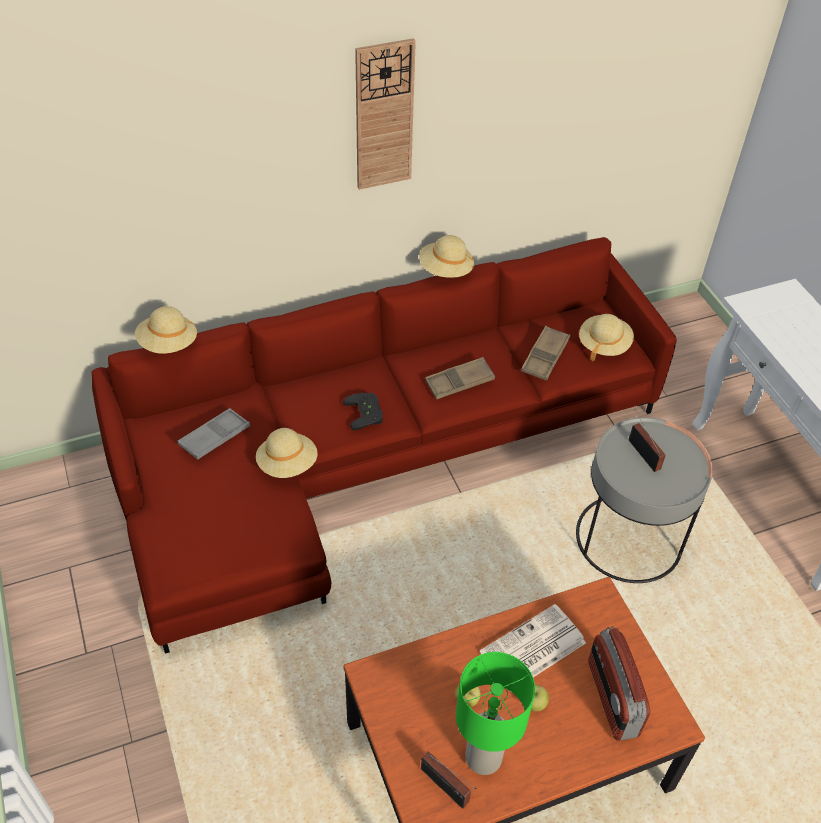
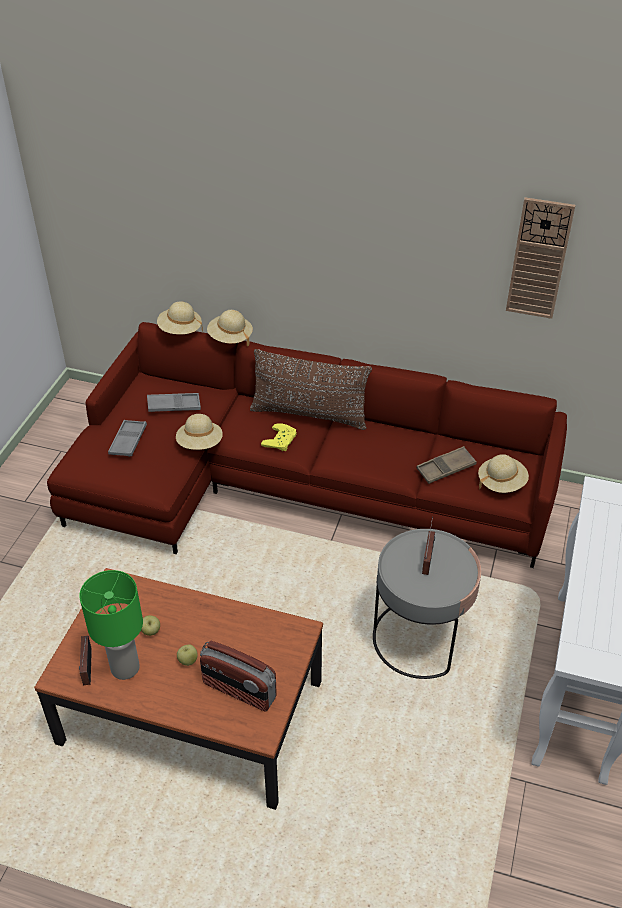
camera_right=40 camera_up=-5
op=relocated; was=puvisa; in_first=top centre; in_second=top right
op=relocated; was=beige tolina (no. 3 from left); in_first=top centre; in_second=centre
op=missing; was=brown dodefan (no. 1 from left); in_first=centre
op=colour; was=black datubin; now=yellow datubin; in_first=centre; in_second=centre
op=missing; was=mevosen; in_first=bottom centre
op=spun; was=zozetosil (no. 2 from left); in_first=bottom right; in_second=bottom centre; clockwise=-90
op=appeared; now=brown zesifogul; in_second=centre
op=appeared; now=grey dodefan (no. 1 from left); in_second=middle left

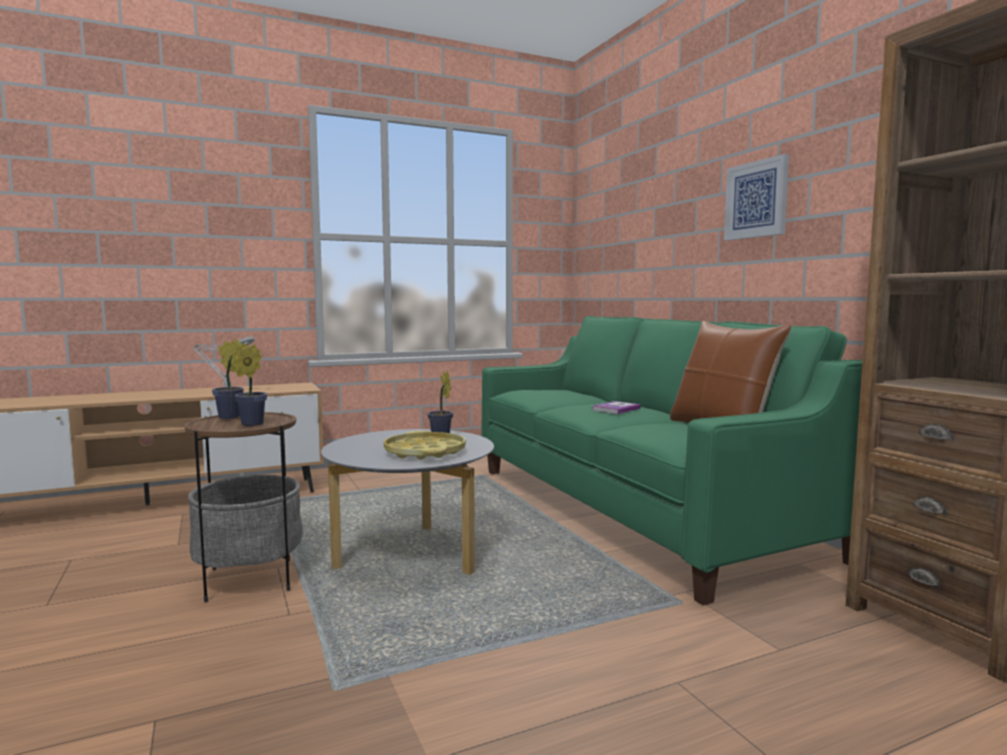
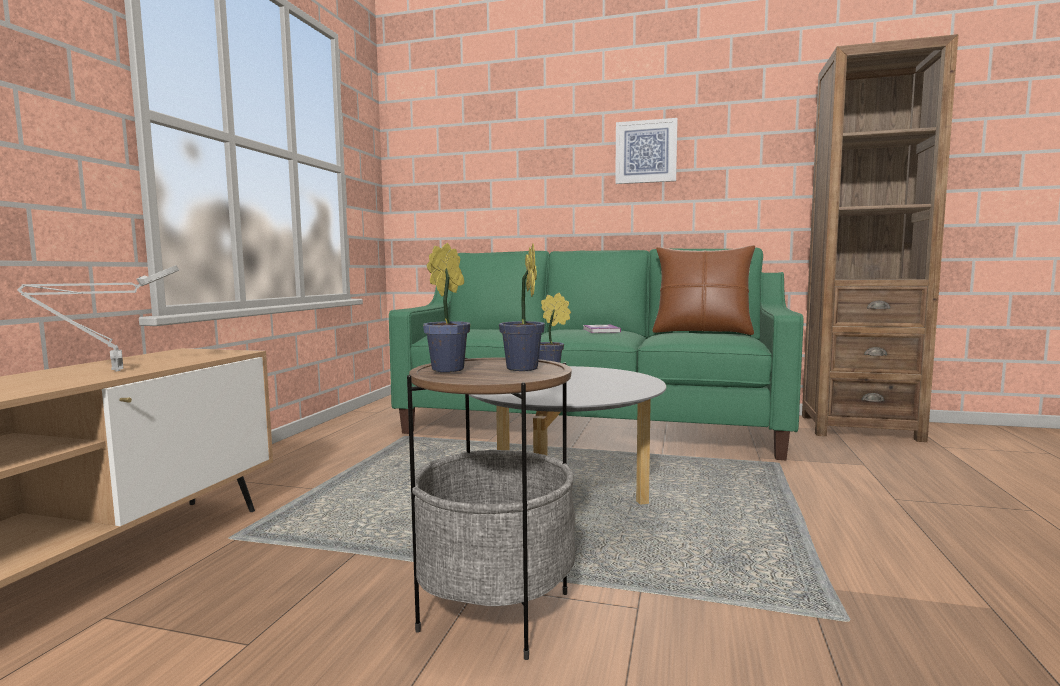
camera_right=-50 camera_up=0
op=missing; was=yellow dodefan; in_first=centre

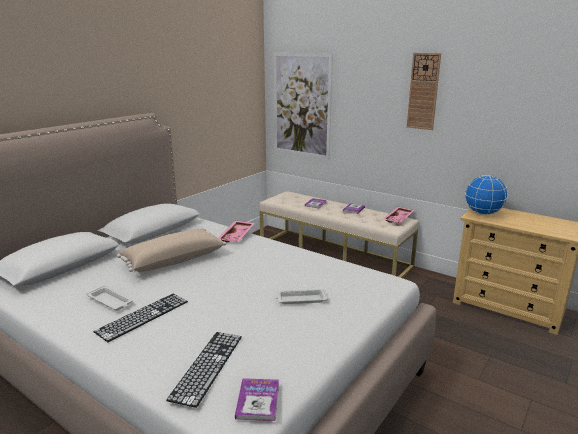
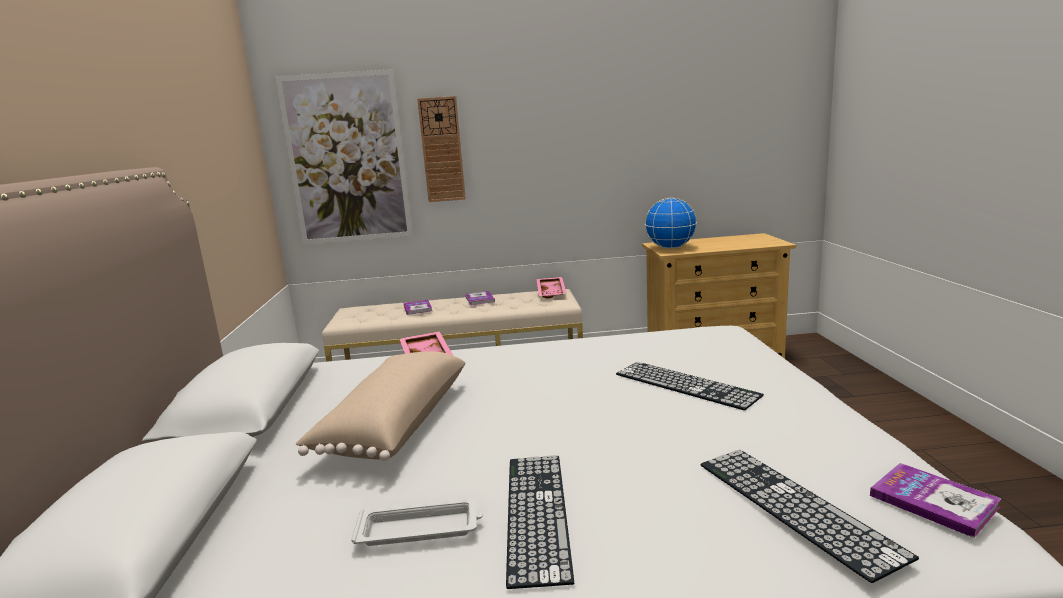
camera_right=-40 camera_up=-5
op=relocated; was=puvisa; in_first=top right; in_second=top centre
op=exchanged; was=white dodefan (no. 2 from left); now=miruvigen (no. 2 from left); in_first=bottom centre; in_second=centre

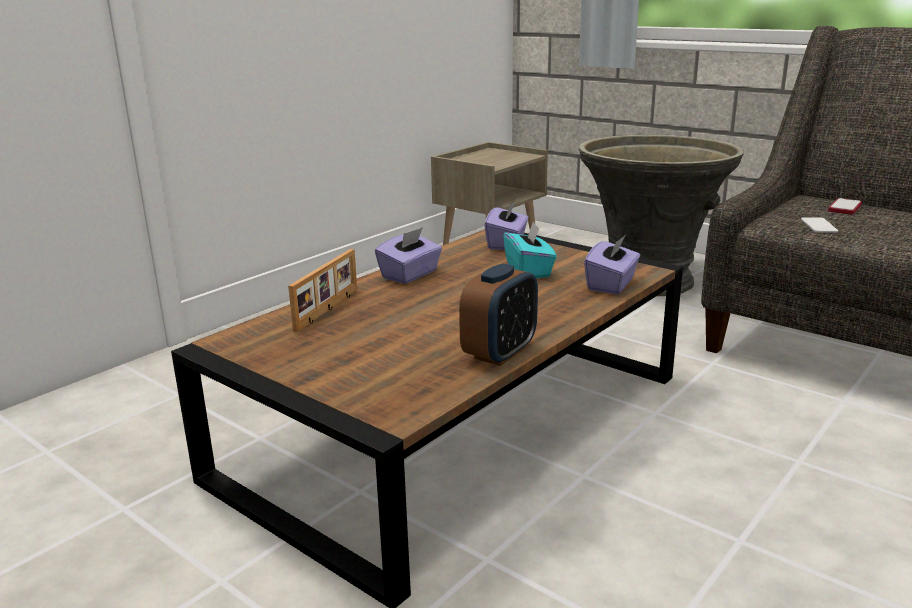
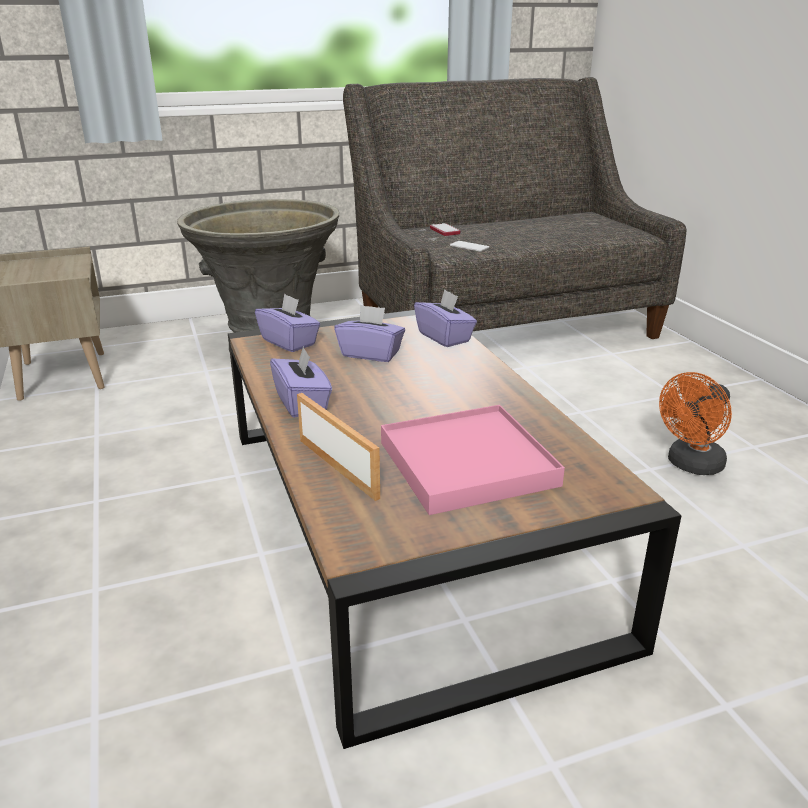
camera_right=-60 camera_up=5
op=colour; was=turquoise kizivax; now=purple kizivax (no. 3 from left); in_first=centre; in_second=centre
op=missing; was=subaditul; in_first=centre
op=appeared; now=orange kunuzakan; in_second=middle right
op=appeared; now=pink dodefan; in_second=centre

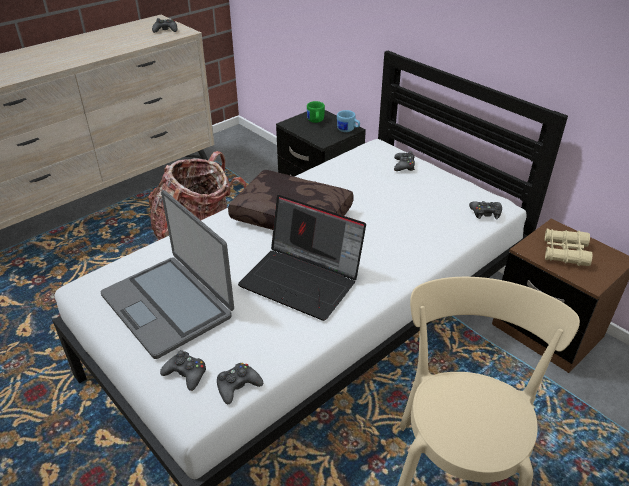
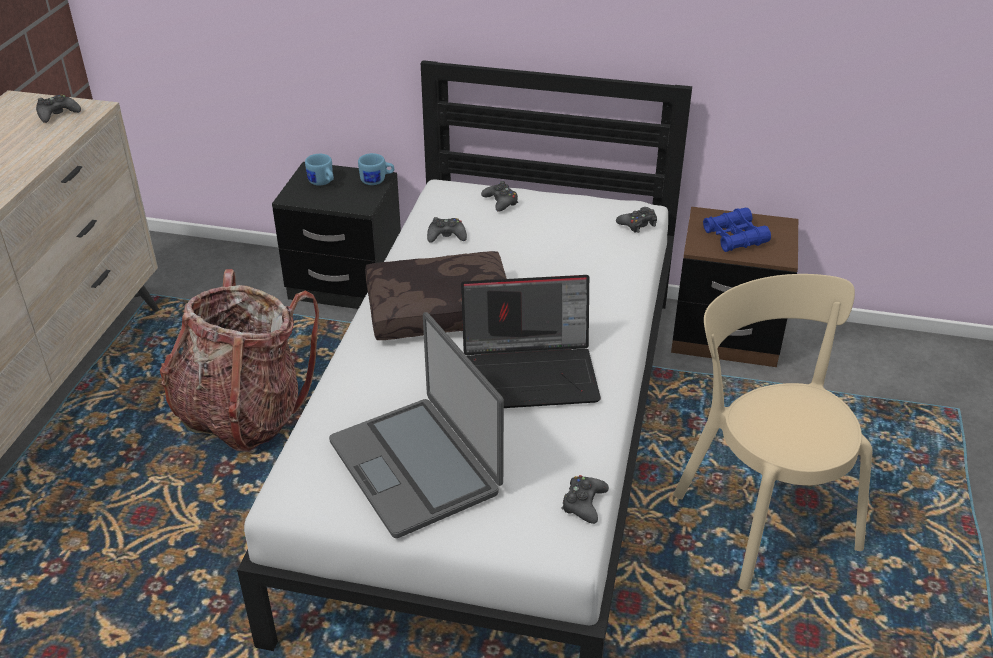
camera_right=-35 camera_up=0
op=colour; was=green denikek; now=blue denikek (no. 1 from left); in_first=top centre; in_second=top left
op=spun; was=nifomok (no. 1 from left); in_first=middle left; in_second=centre; clockwise=45
op=colour; was=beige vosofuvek; now=blue vosofuvek; in_first=middle right; in_second=middle right
op=relocated; was=black datubin (no. 2 from left); in_first=bottom left; in_second=centre

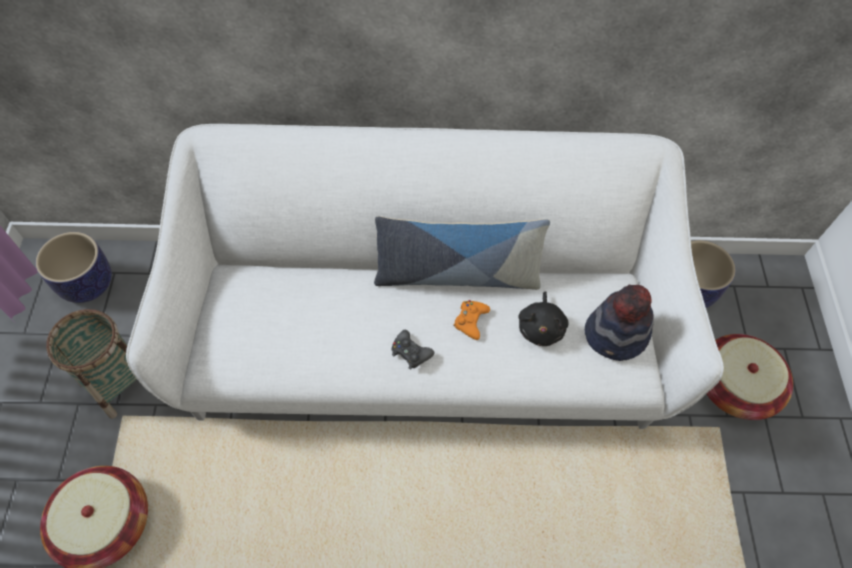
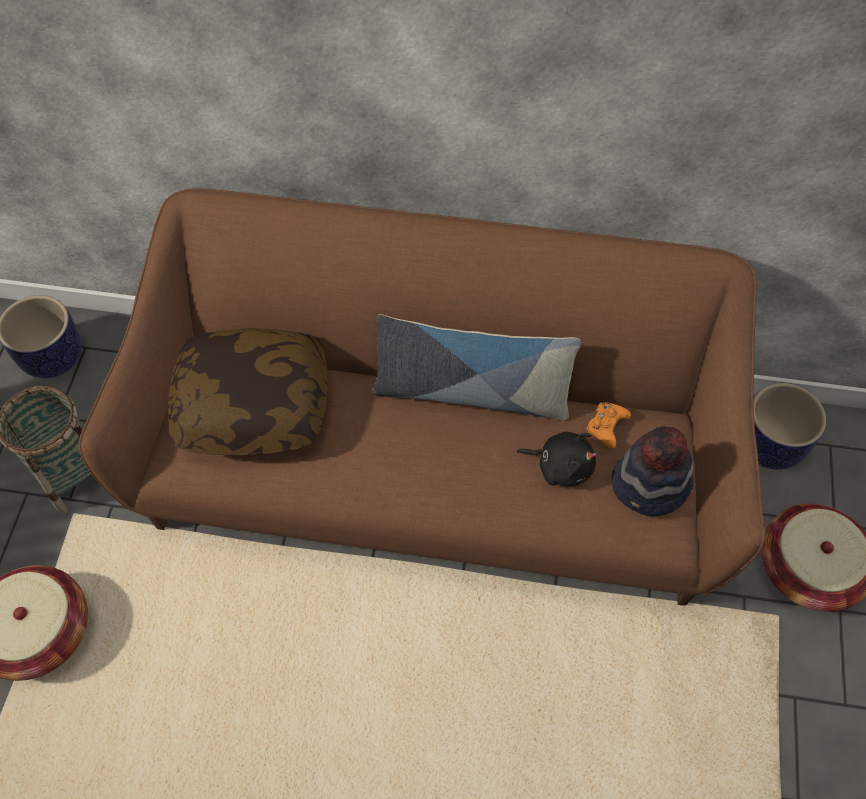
camera_right=10 camera_up=0
op=colour; was=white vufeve; now=brown vufeve; in_first=centre; in_second=centre
op=spun; was=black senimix; in_first=centre; in_second=centre; clockwise=-90
op=relocated; was=orange datubin; in_first=centre; in_second=middle right
op=missing; was=black datubin; in_first=centre
op=appeared; now=zesifogul (no. 1 from left); in_second=middle left

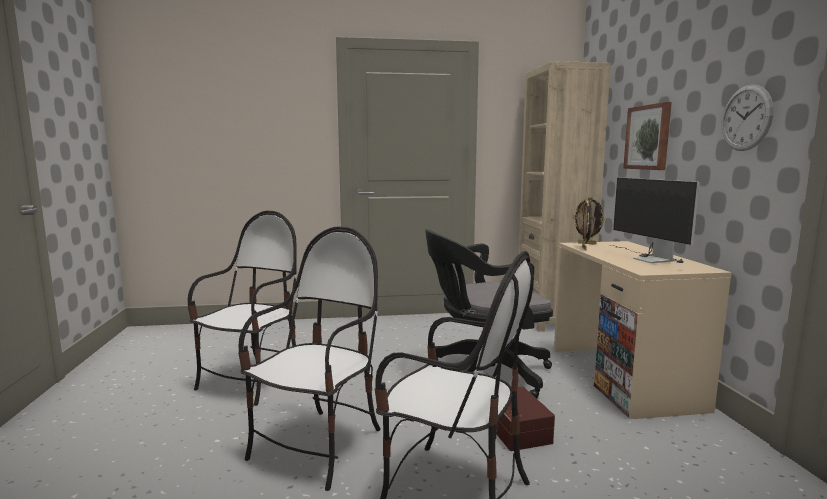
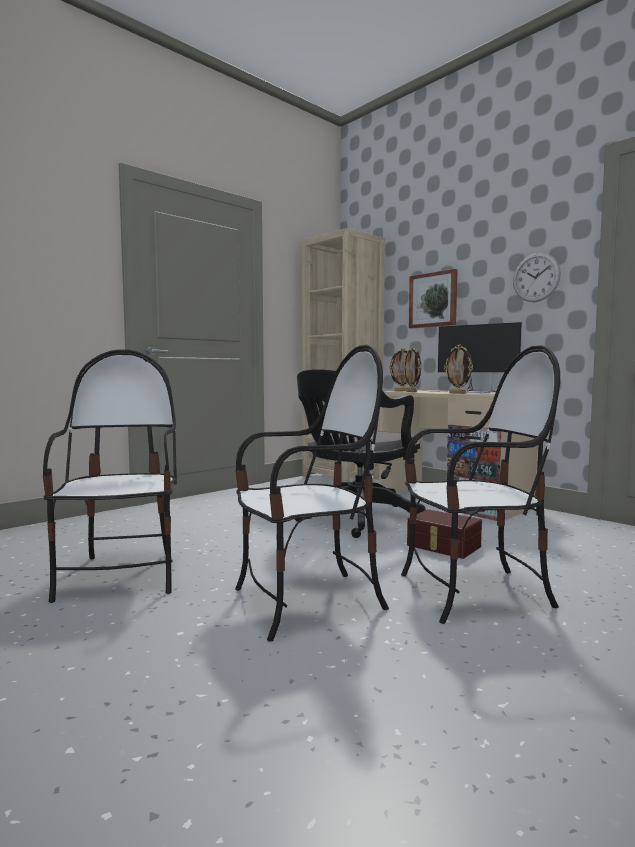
camera_right=-35 camera_up=-5
op=spun; was=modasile (no. 2 from left); in_first=bottom centre; in_second=centre; clockwise=75
op=appeared; now=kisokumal (no. 3 from left); in_second=middle right

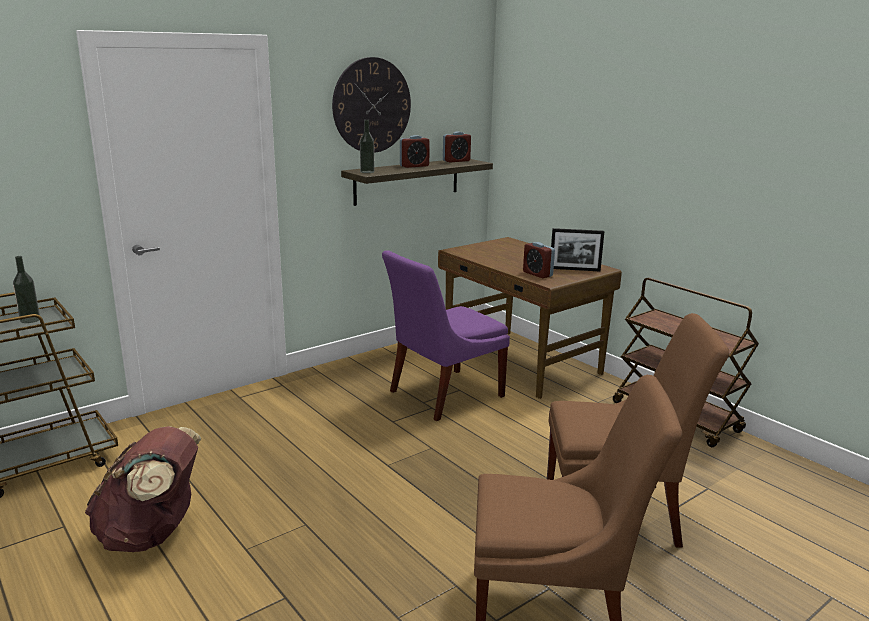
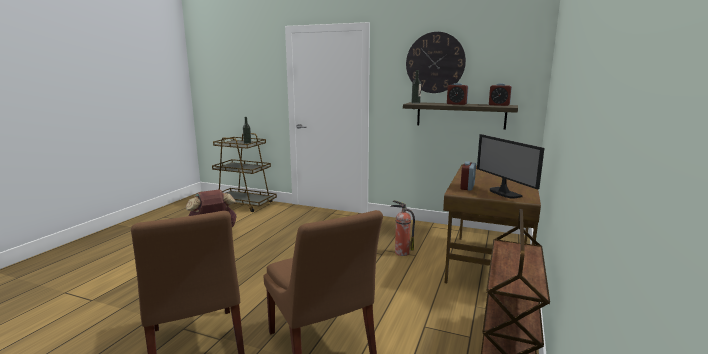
camera_right=60 camera_up=-5
op=exchanged; was=kisokumal; now=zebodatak; in_first=centre; in_second=middle right
op=exchanged; was=purple modasile; now=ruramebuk; in_first=centre; in_second=centre

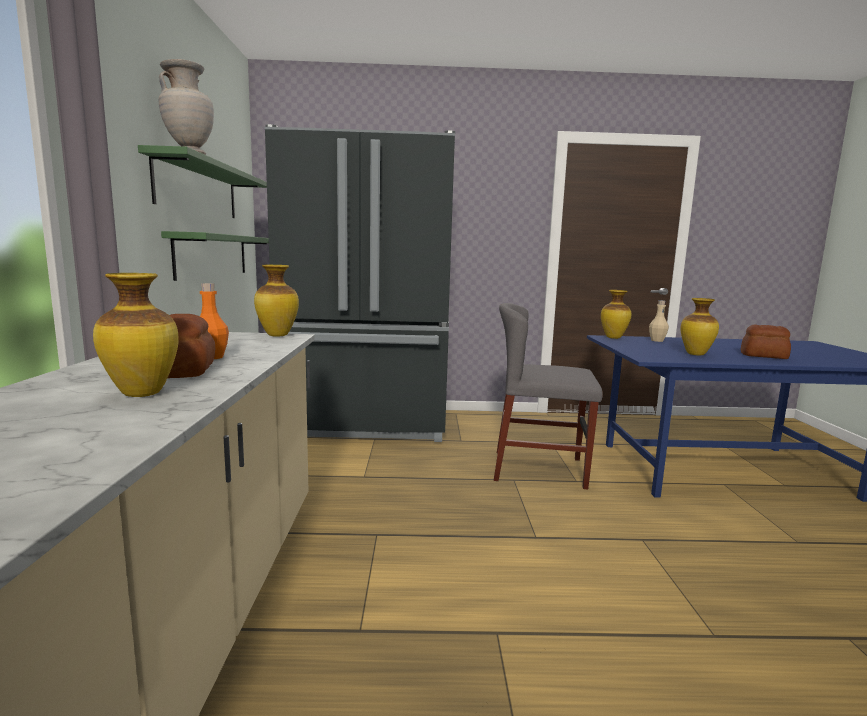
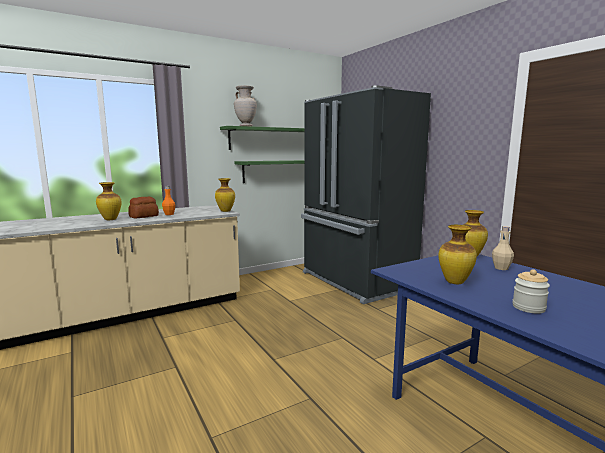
camera_right=60 camera_up=0
op=missing; was=grey modasile; in_first=centre
op=exchanged; was=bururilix (no. 2 from left); now=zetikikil; in_first=middle right; in_second=middle right

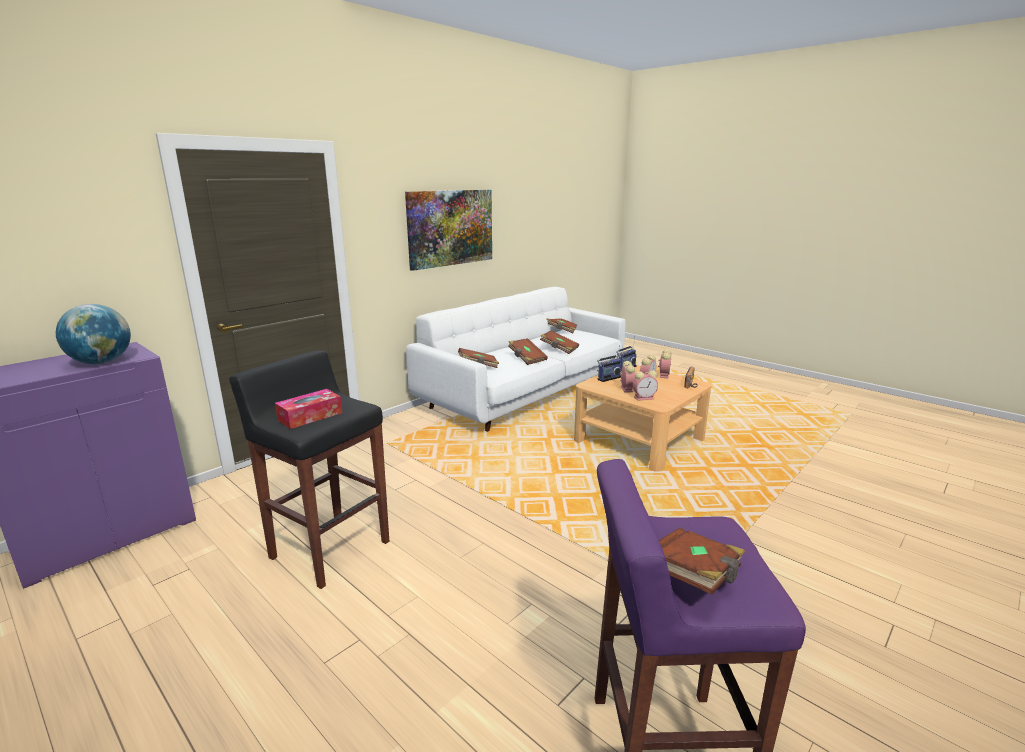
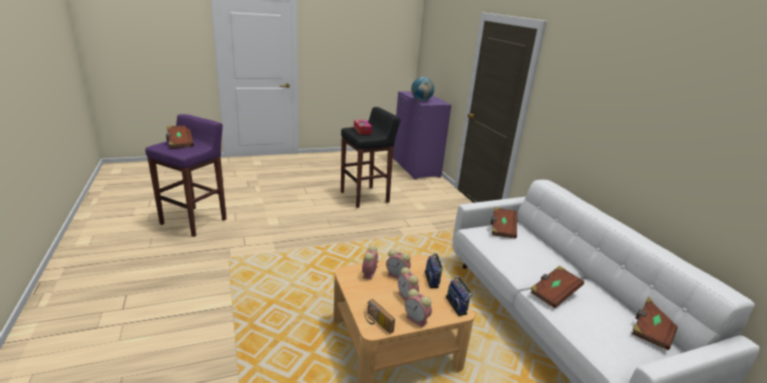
camera_right=115 camera_up=5
op=missing; was=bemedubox; in_first=top centre
op=missing; was=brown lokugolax (no. 2 from left); in_first=centre

